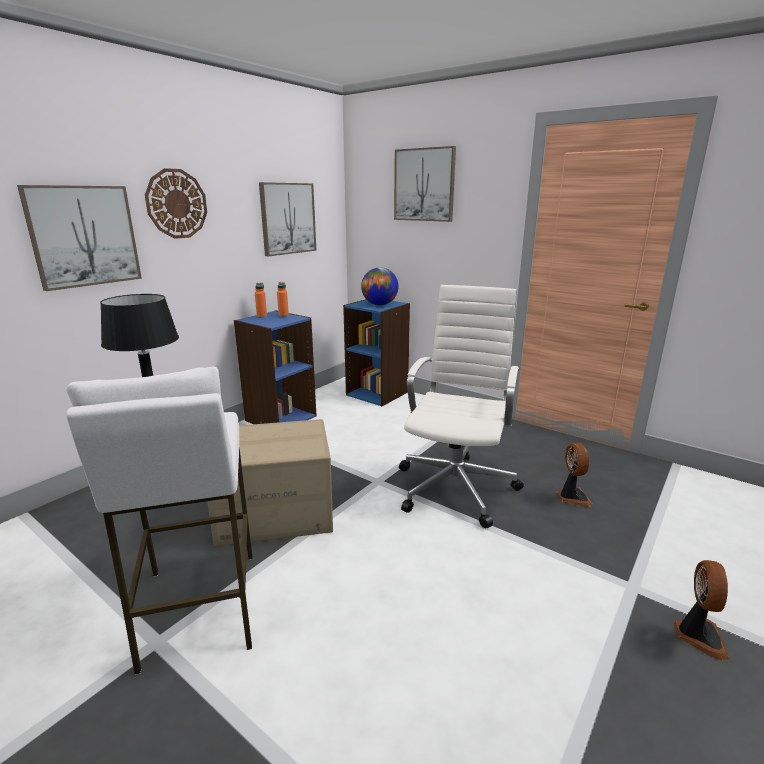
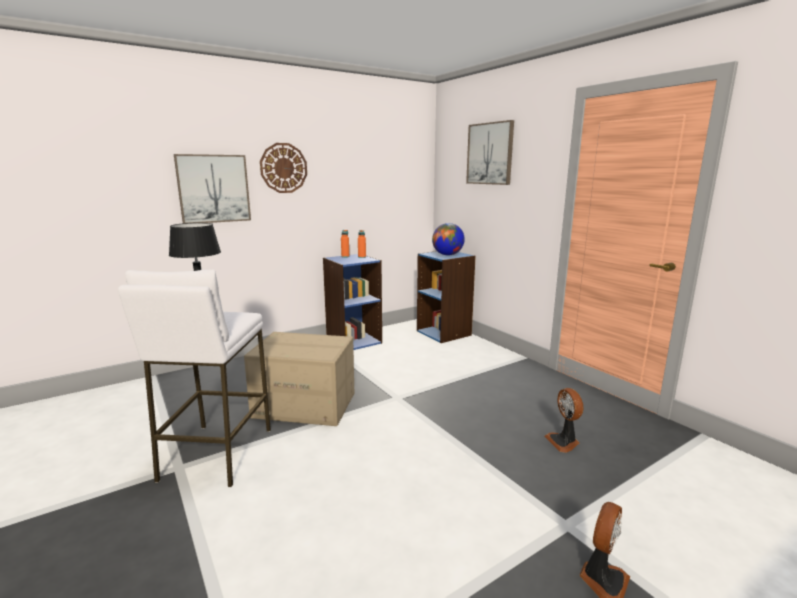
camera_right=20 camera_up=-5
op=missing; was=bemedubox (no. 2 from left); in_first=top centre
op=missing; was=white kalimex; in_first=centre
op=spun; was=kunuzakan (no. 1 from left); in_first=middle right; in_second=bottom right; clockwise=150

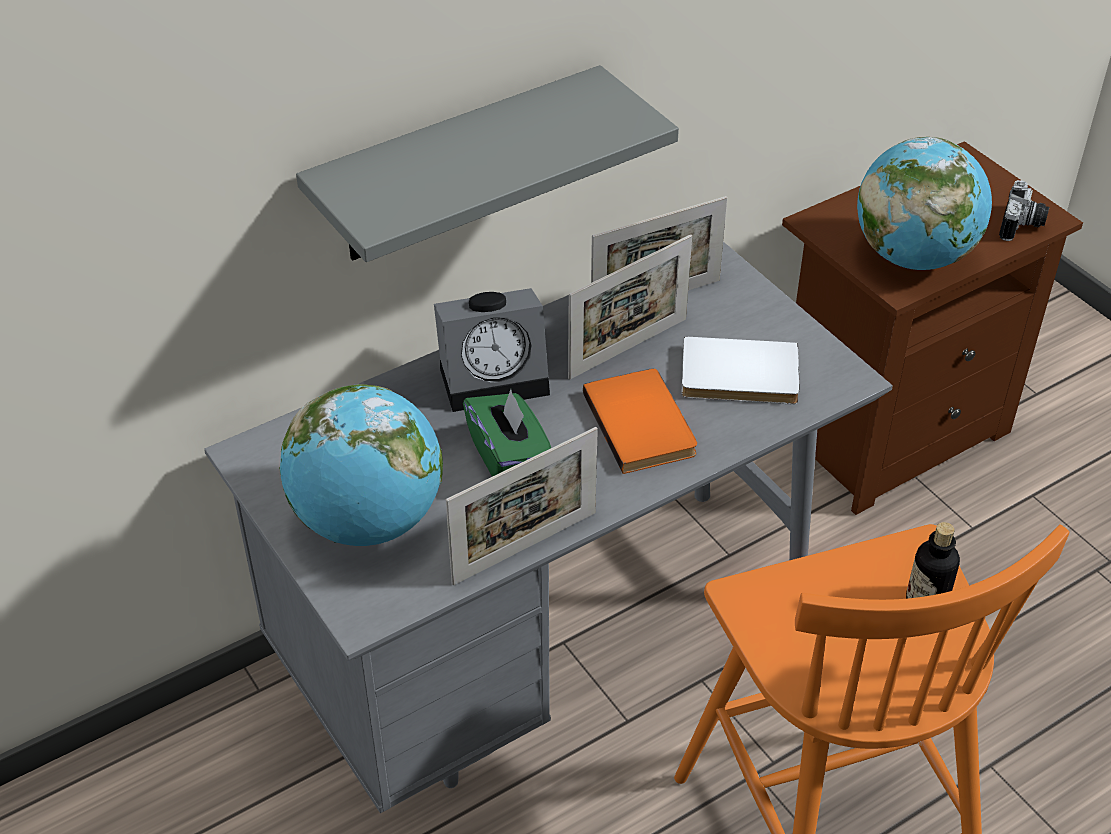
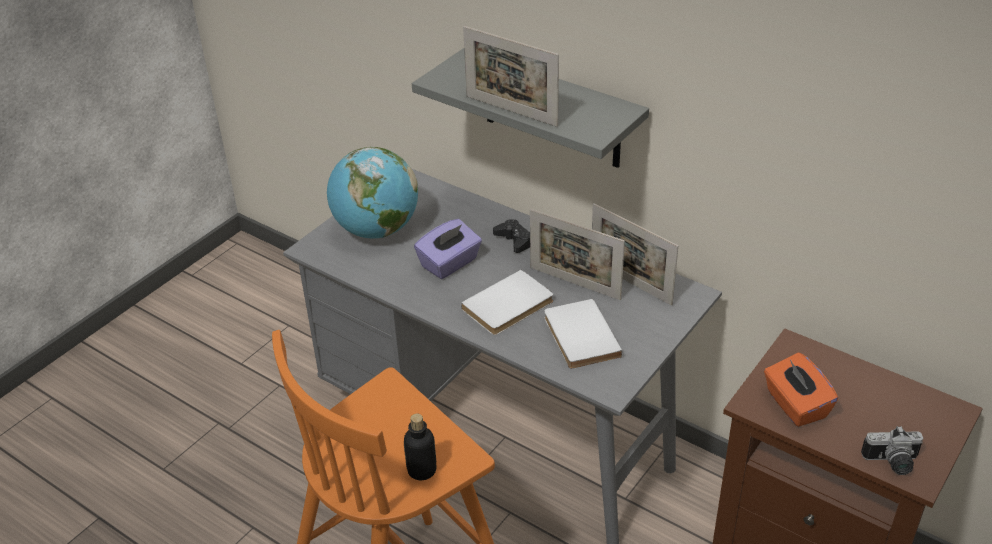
camera_right=70 camera_up=-5
op=exchanged; was=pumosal (no. 2 from left); now=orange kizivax; in_first=top right; in_second=bottom right
op=exchanged; was=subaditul; now=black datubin; in_first=centre; in_second=centre
op=colour; was=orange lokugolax; now=white lokugolax (no. 1 from left); in_first=centre; in_second=centre
op=colour; was=green kizivax; now=purple kizivax; in_first=centre; in_second=centre
op=relocated; was=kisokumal (no. 1 from left); in_first=centre; in_second=top centre

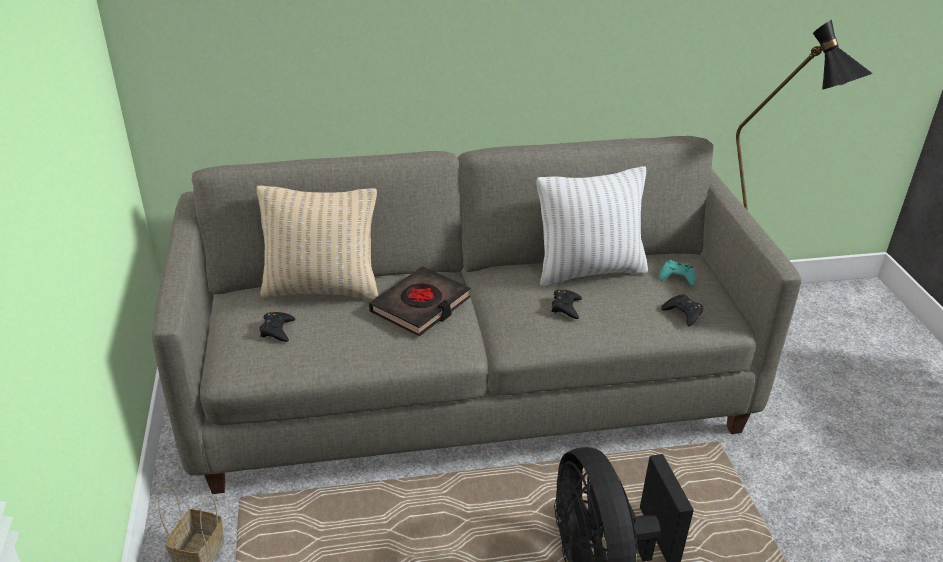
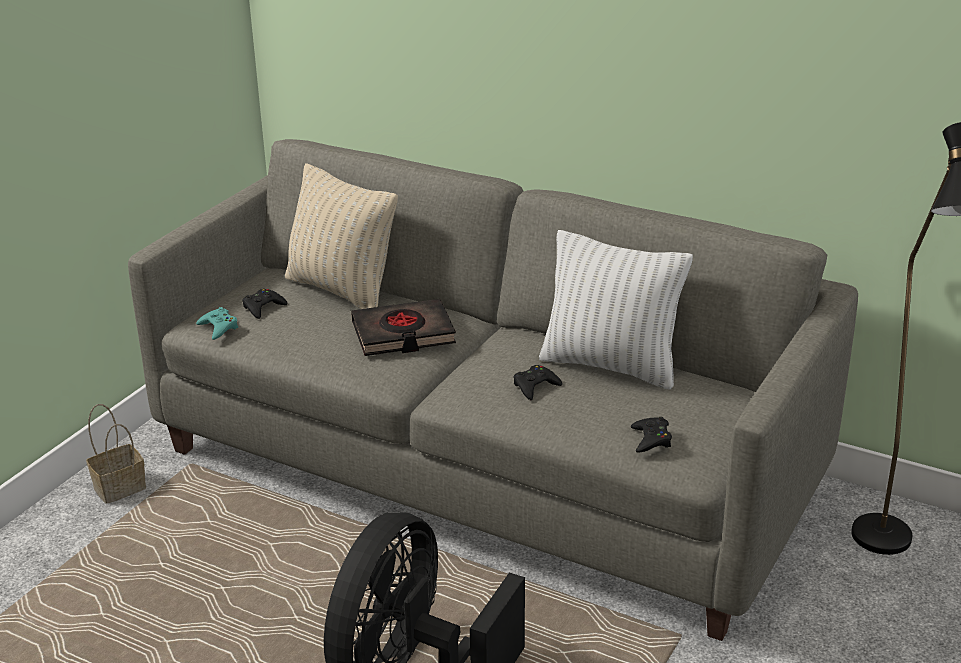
camera_right=40 camera_up=-5
op=relocated; was=turquoise datubin; in_first=middle right; in_second=middle left

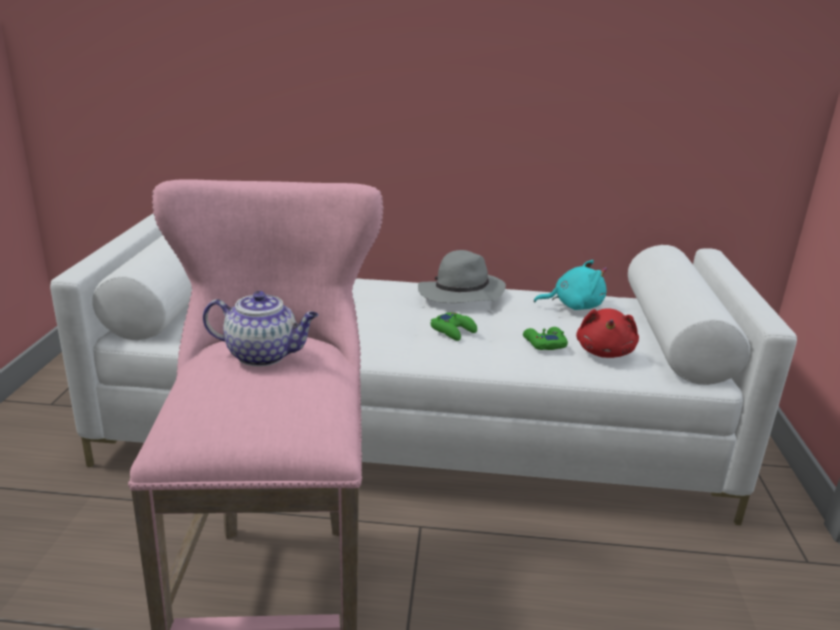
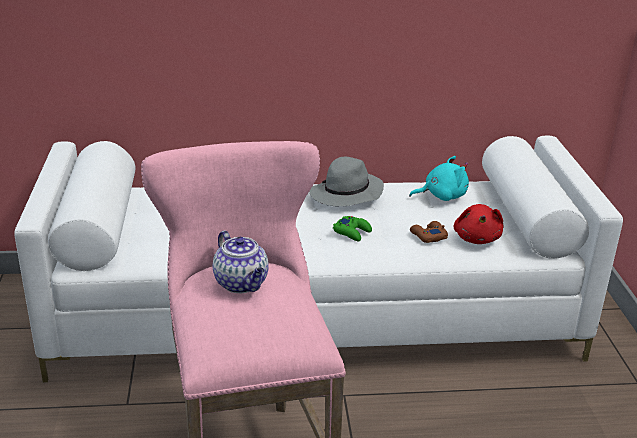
camera_right=-10 camera_up=5
op=spun; was=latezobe; in_first=middle left; in_second=centre; clockwise=60
op=colour; was=green datubin (no. 2 from left); now=brown datubin; in_first=centre; in_second=middle right

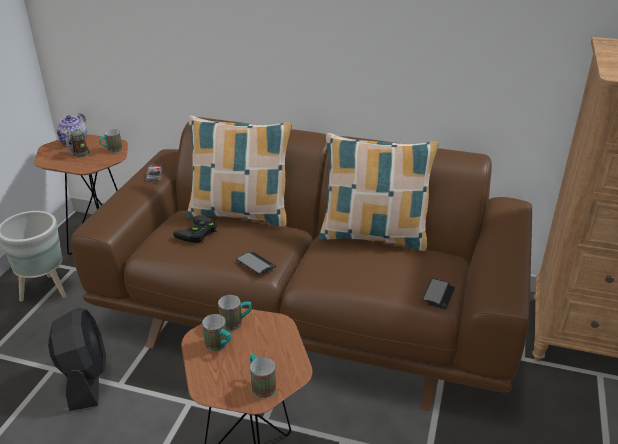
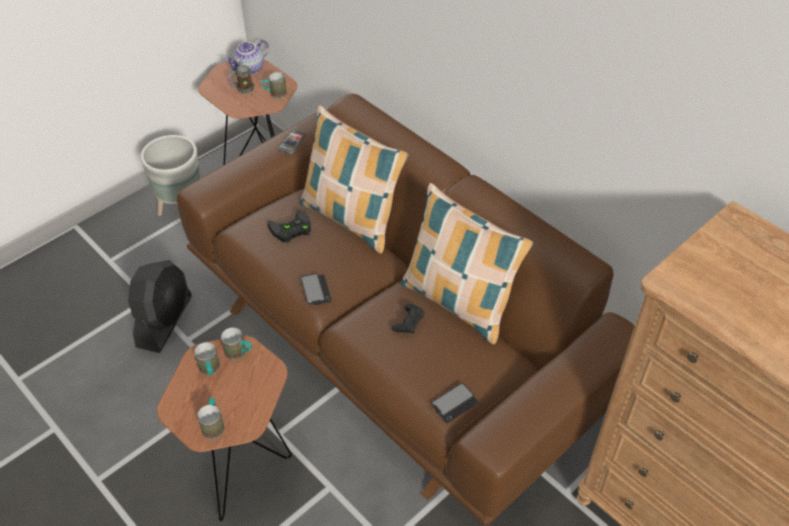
camera_right=30 camera_up=15
op=appeared; now=black datubin (no. 2 from left); in_second=centre

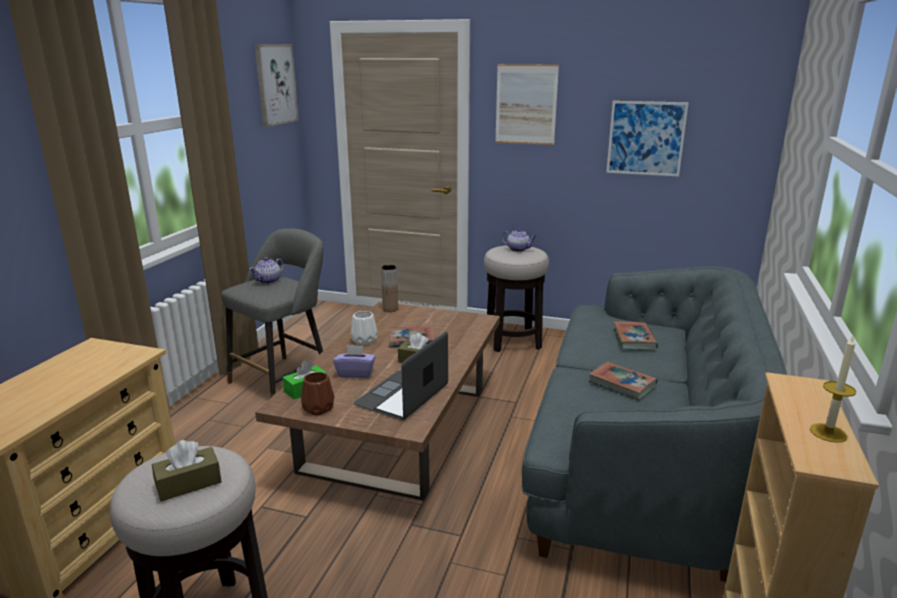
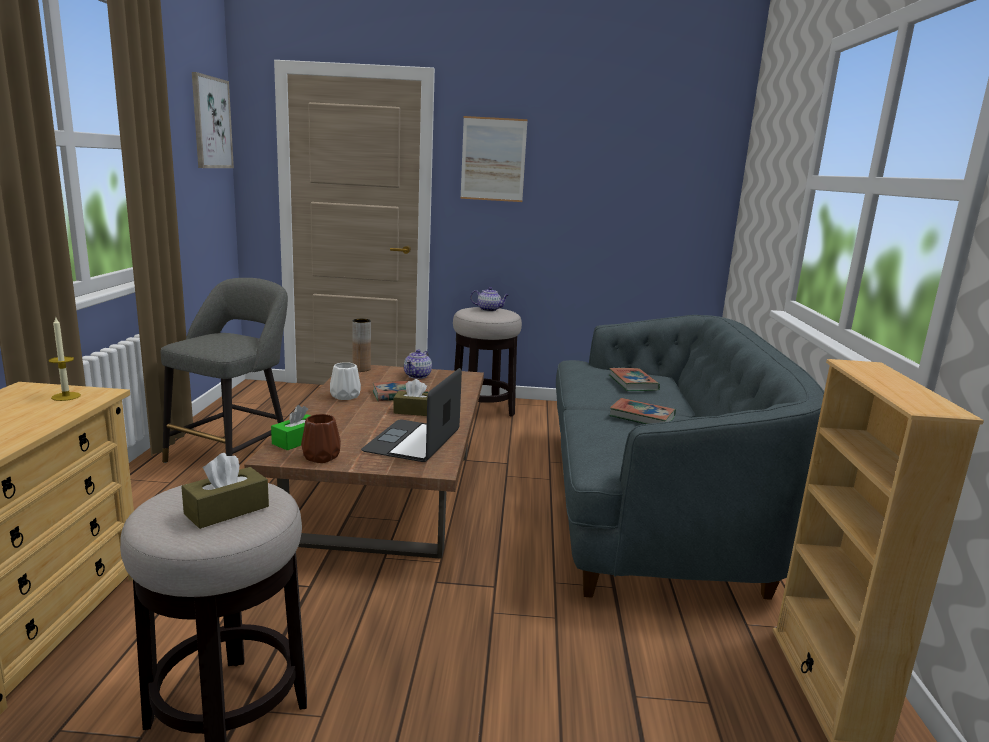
camera_right=-15 camera_up=-5
op=missing; was=bemedubox (no. 3 from left); in_first=top right
op=relocated; was=latezobe (no. 1 from left); in_first=middle left; in_second=centre
op=relocated; was=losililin; in_first=middle right; in_second=middle left
op=missing; was=purple kizivax; in_first=centre

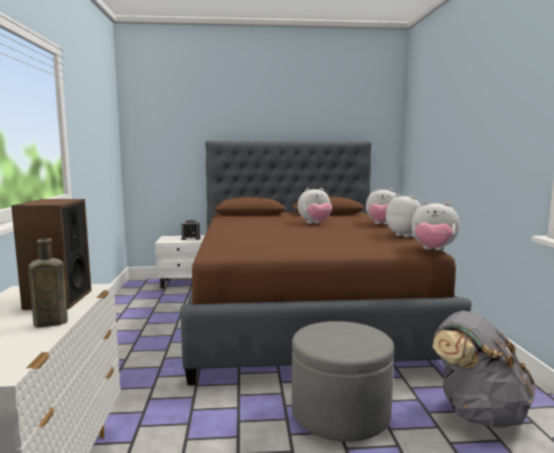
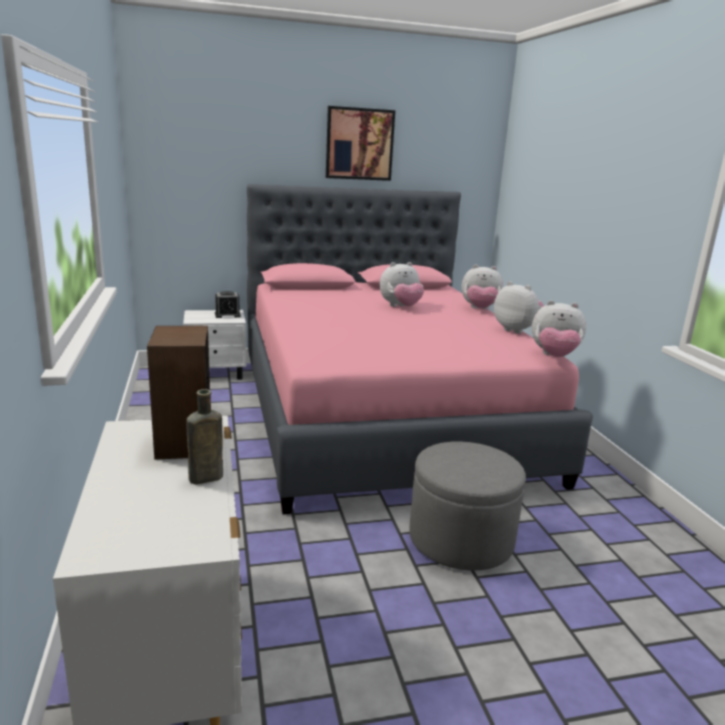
camera_right=-10 camera_up=10
op=colour; was=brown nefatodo; now=pink nefatodo; in_first=centre; in_second=centre
op=missing; was=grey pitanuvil; in_first=bottom right
op=appeared; now=bemedubox; in_second=top centre

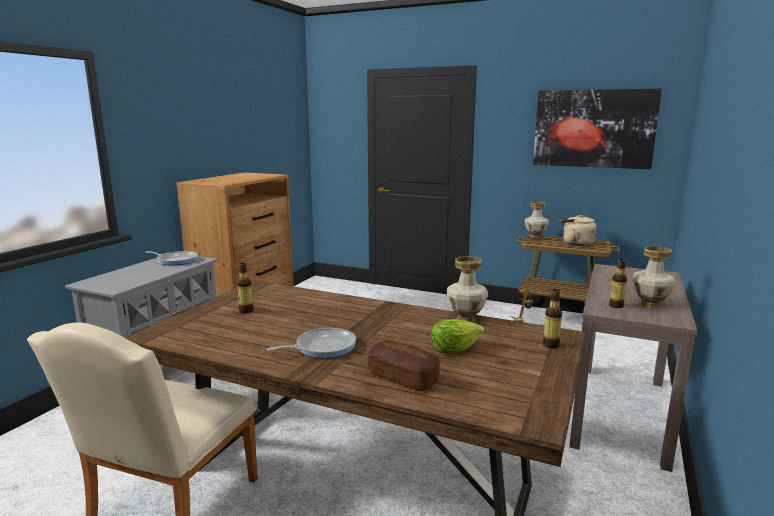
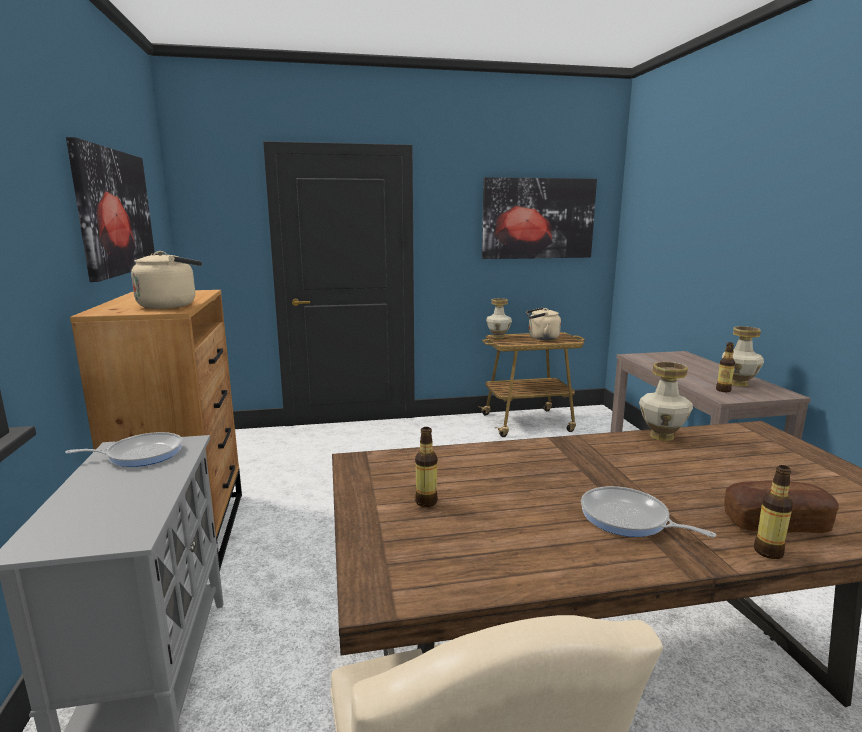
camera_right=-35 camera_up=0
op=relocated; was=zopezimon (no. 2 from left in the first image); now=zopezimon (no. 3 from left); in_first=middle right; in_second=bottom right
op=missing; was=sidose; in_first=centre
op=spun; was=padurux (no. 2 from left); in_first=centre; in_second=bottom right; clockwise=-75
op=appeared; now=bemedubox (no. 1 from left); in_second=top left
op=appeared; now=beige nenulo (no. 1 from left); in_second=middle left

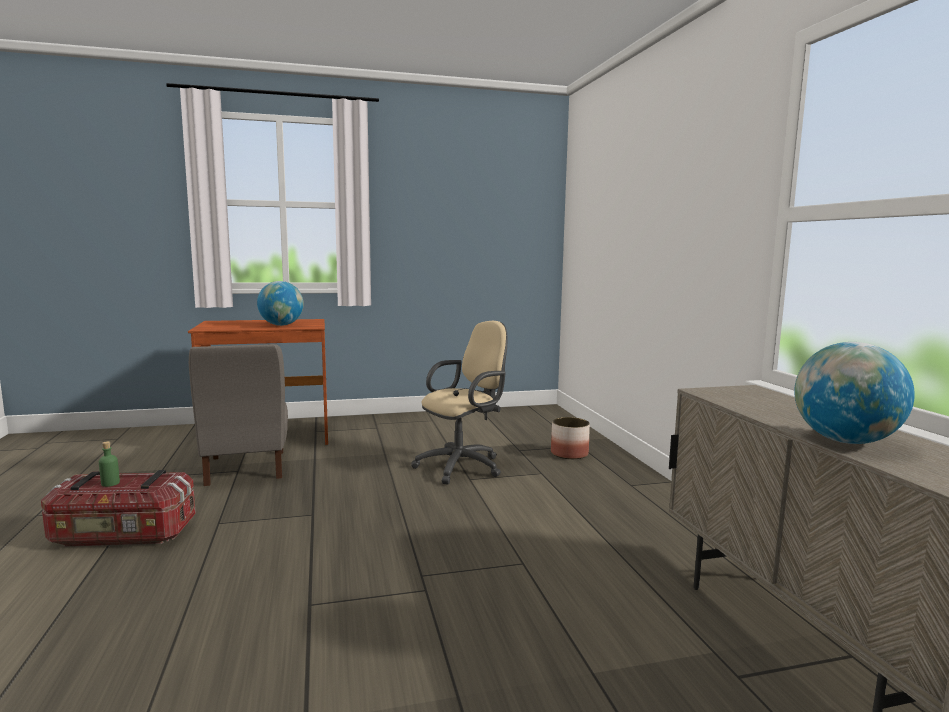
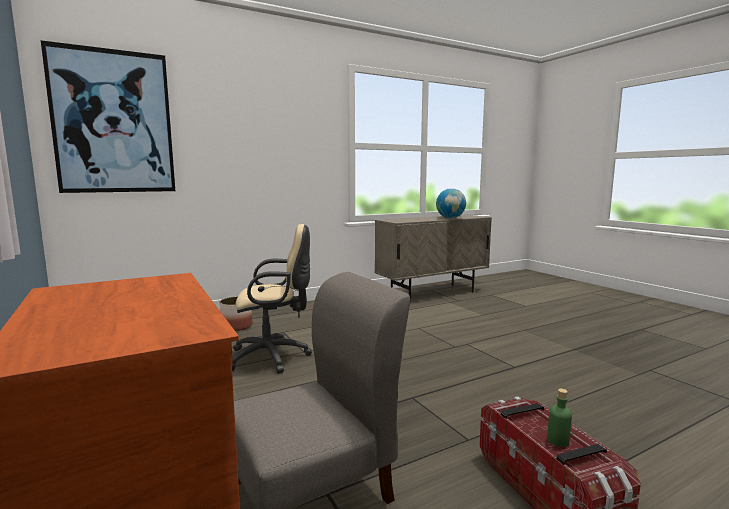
camera_right=-105 camera_up=0
op=missing; was=pumosal (no. 1 from left); in_first=middle left
op=spun; was=beige kalimex; in_first=centre; in_second=centre; clockwise=135
op=appeared; now=bemedubox; in_second=top left

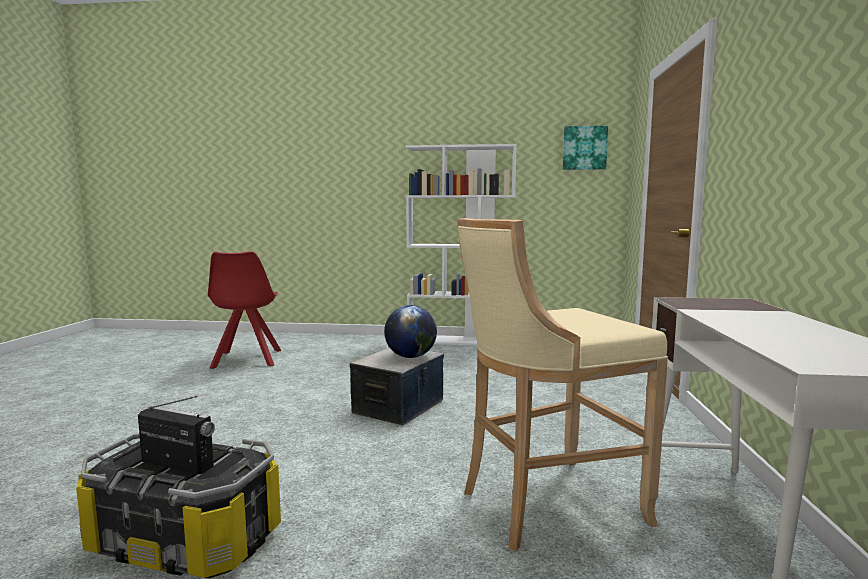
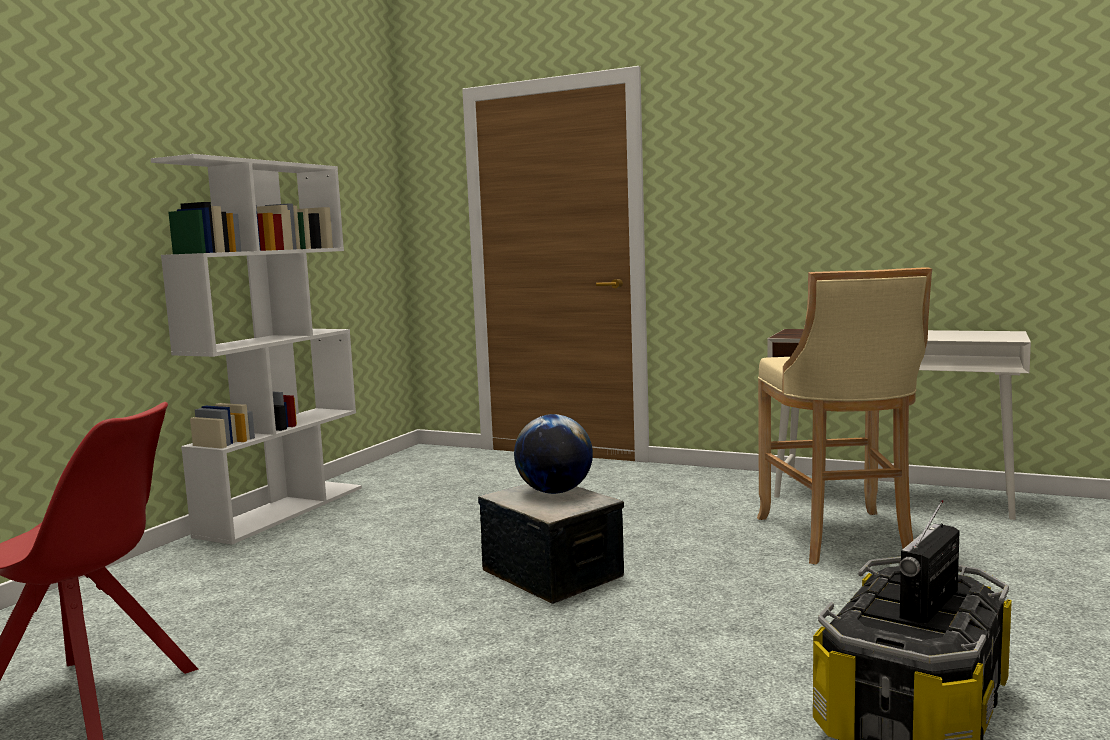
camera_right=-70 camera_up=0
op=missing; was=bemedubox; in_first=top right

